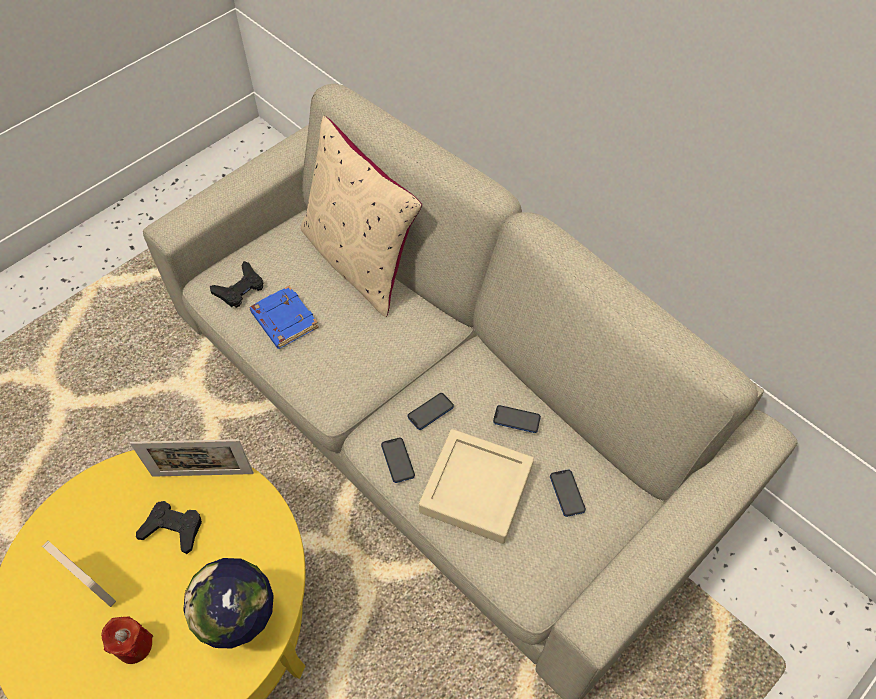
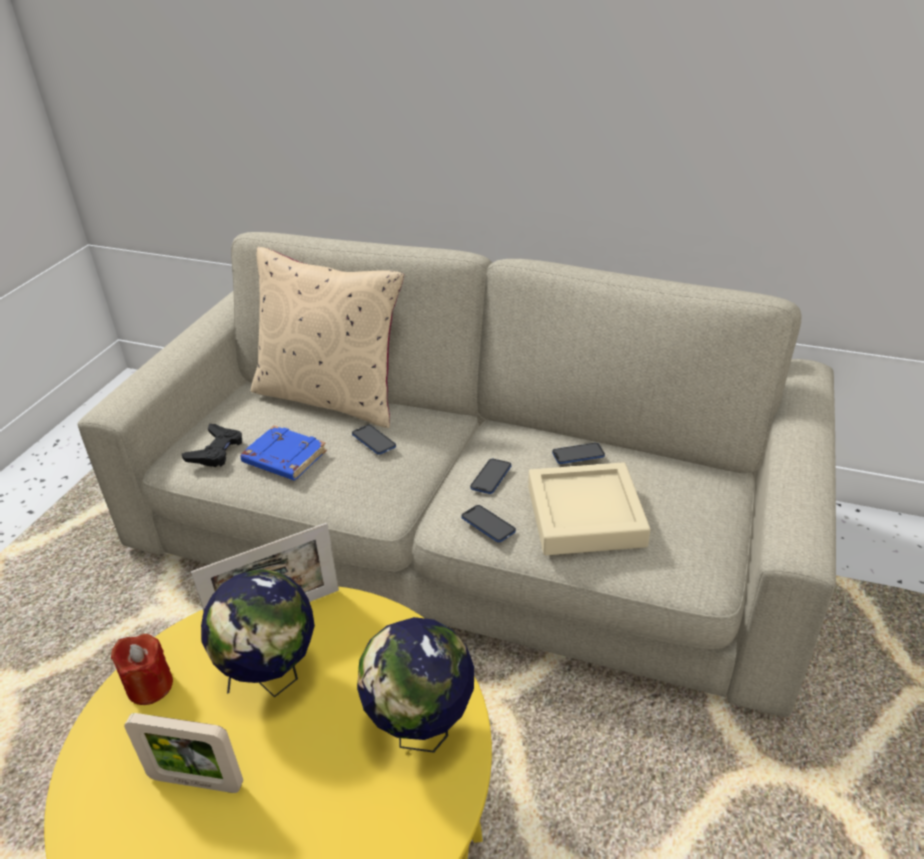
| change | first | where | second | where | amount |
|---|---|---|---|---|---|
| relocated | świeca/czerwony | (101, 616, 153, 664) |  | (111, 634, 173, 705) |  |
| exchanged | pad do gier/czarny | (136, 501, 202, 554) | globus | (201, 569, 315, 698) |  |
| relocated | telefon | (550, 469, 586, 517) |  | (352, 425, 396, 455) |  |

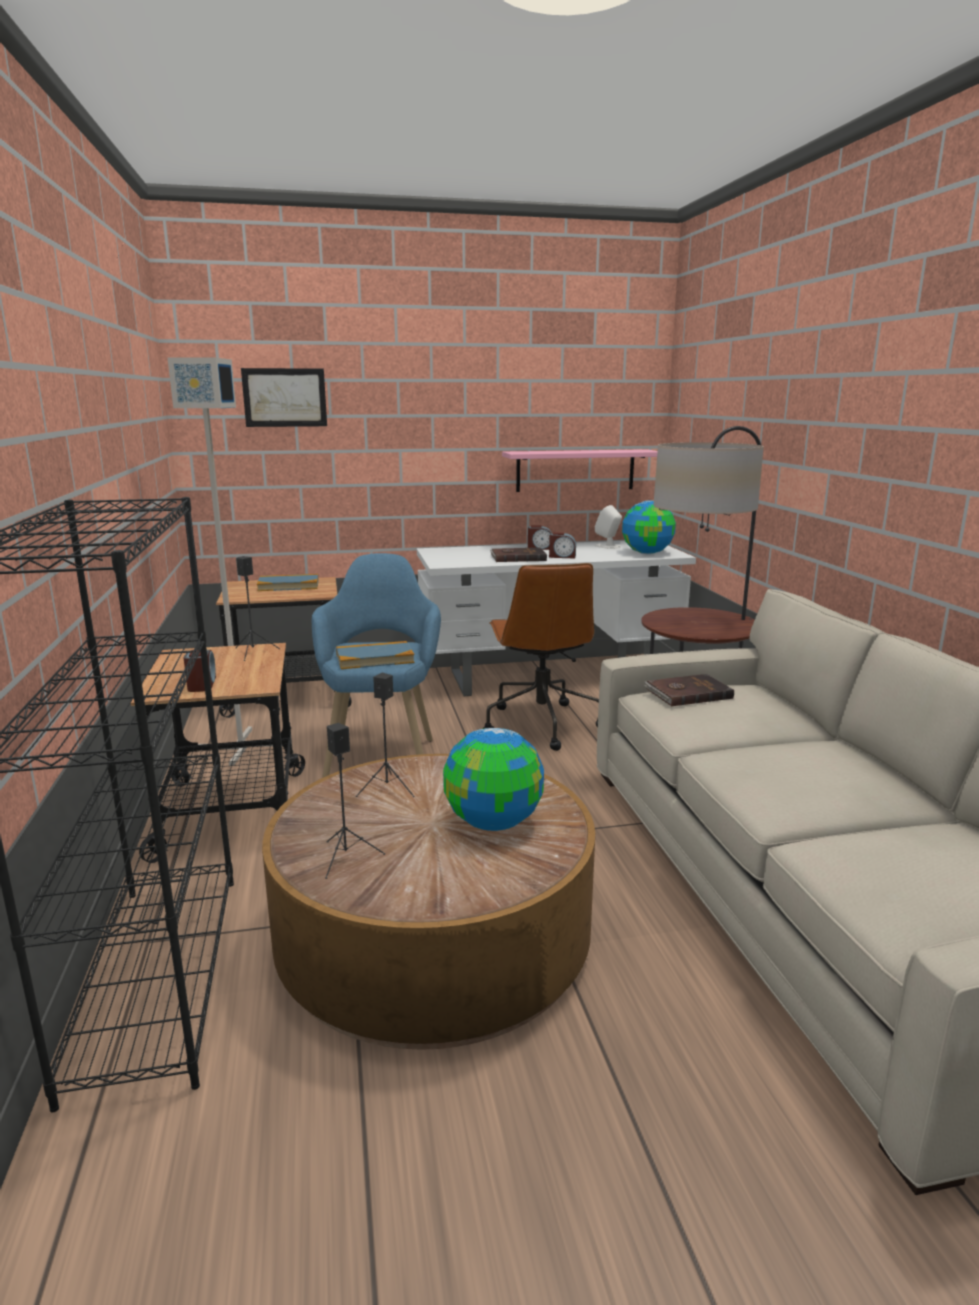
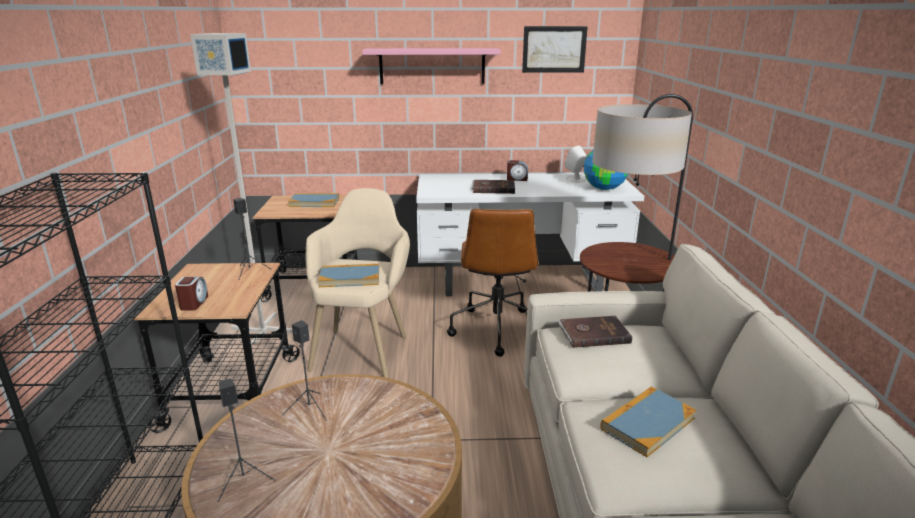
| change | first | where | second | where | amount |
|---|---|---|---|---|---|
| colour | fotel/niebieski | (312, 553, 441, 778) | fotel/beżowy | (306, 188, 410, 378) |  |
| relocated | półka/różowy | (502, 449, 658, 492) |  | (362, 48, 501, 84) |  |
| relocated | obraz | (241, 368, 327, 427) |  | (522, 26, 588, 73) |  |
| appeared |  |  | książka | (601, 387, 696, 457) |  |
| missing | globus | (443, 728, 544, 831) |  |  |  |
| missing | budzik | (549, 532, 576, 559) |  |  |  |

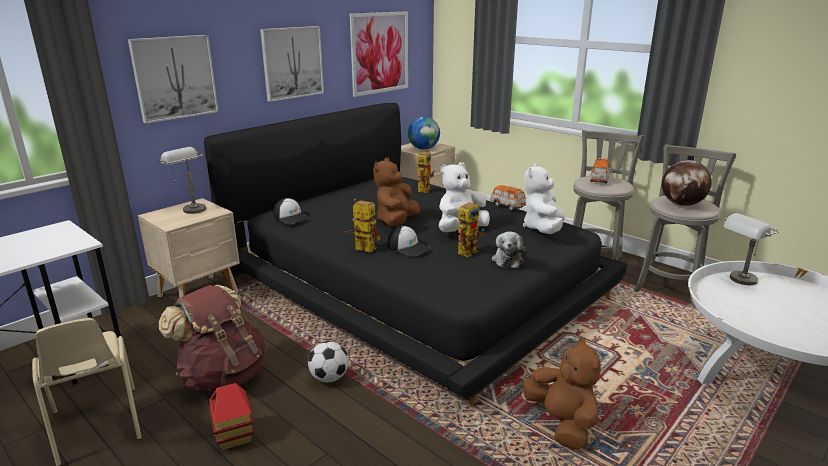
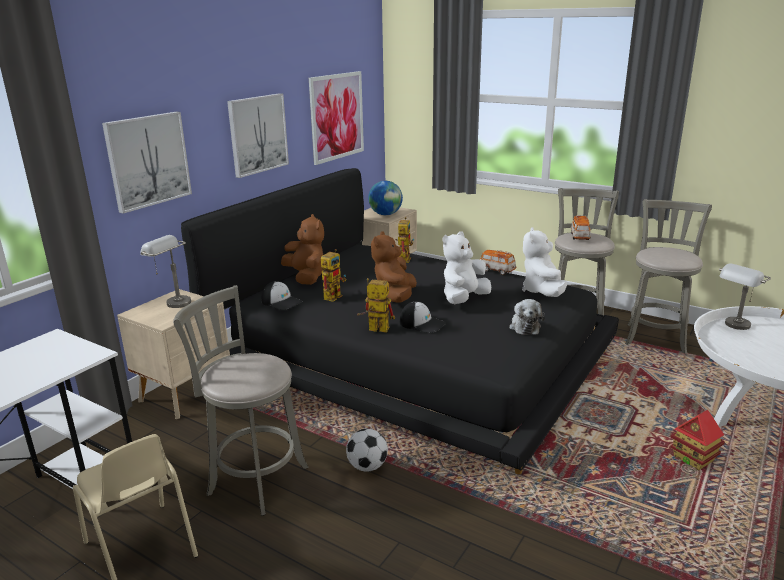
| change | first | where | second | where | amount |
|---|---|---|---|---|---|
| exchanged | plecak/brązowy | (159, 285, 265, 392) | stołek/szary | (173, 285, 309, 516) |  |
| relocated | pluszak/brązowy | (523, 337, 601, 449) |  | (281, 214, 324, 285) |  |
| relocated | robot zabawkowy | (458, 200, 484, 257) |  | (321, 249, 346, 302) |  |
| relocated | domek | (209, 383, 254, 450) |  | (670, 410, 725, 470) |  |
| missing | globus | (661, 160, 711, 206) |  |  |  |

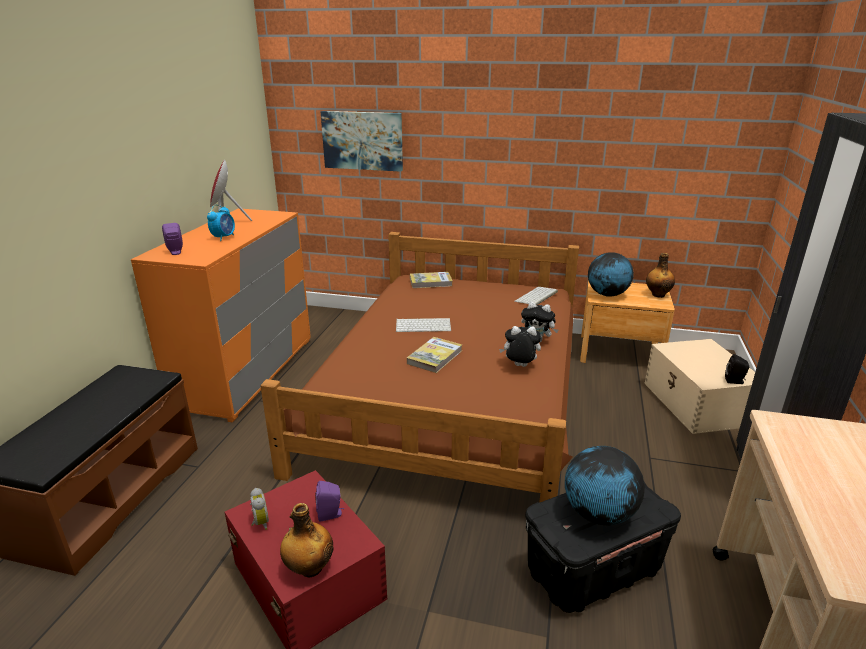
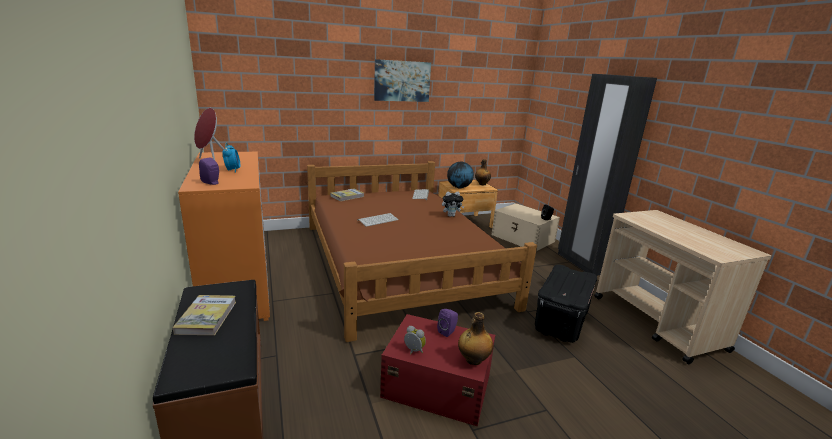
| change | first | where | second | where | amount |
|---|---|---|---|---|---|
| relocated | książka | (407, 337, 462, 373) |  | (173, 295, 236, 335) |  |
| relocated | obraz | (321, 111, 403, 172) |  | (374, 59, 431, 102) |  |
| missing | pluszak | (499, 326, 541, 367) |  |  |  |
| missing | globus | (565, 446, 645, 525) |  |  |  |

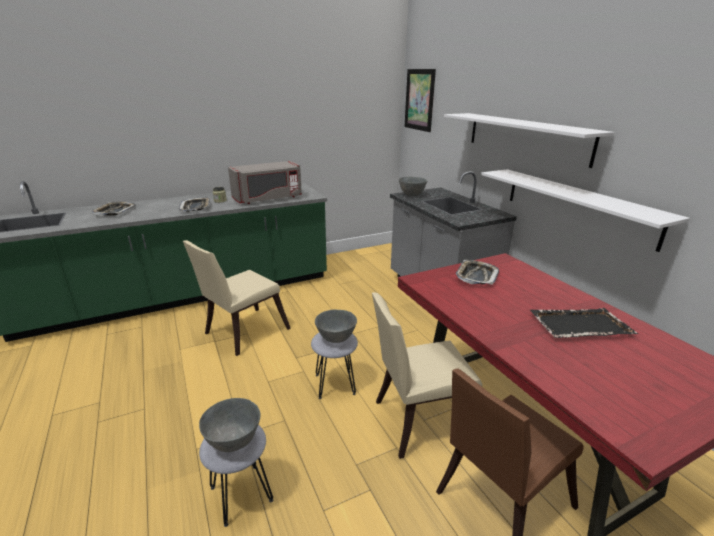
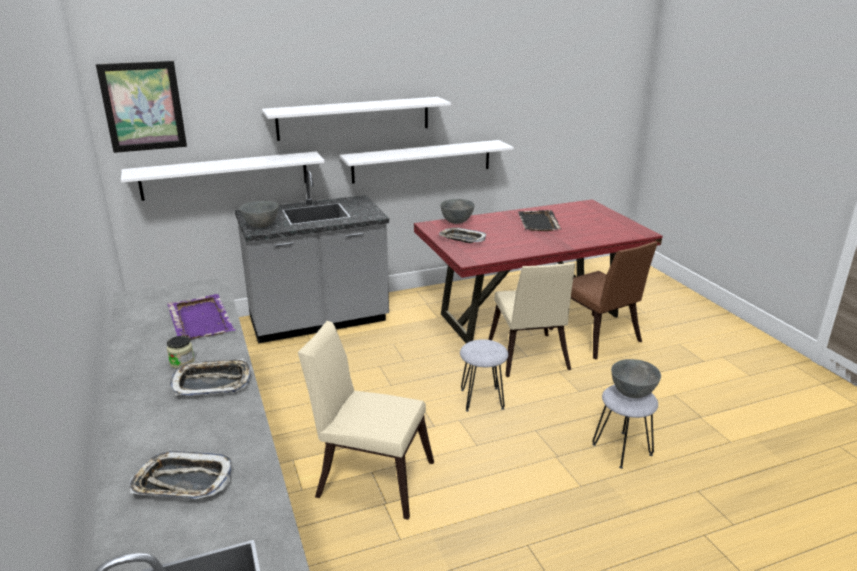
| change | first | where | second | where | amount |
|---|---|---|---|---|---|
| appeared |  |  | półka/biały | (121, 152, 325, 201) |  |
| exchanged | mikrofalówka/szary | (228, 161, 302, 204) | taca/fioletowy | (167, 294, 236, 340) |  |
| spun | krzesło/beżowy | (183, 240, 291, 356) |  | (298, 321, 434, 520) | 150 degrees clockwise |
| relocated | miska/szary | (315, 309, 357, 343) |  | (440, 199, 475, 224) |  |

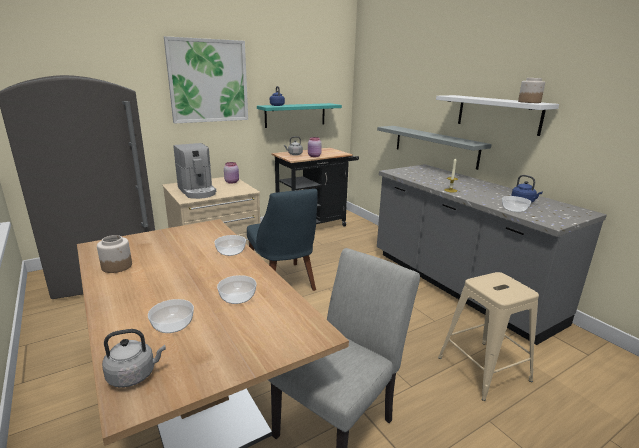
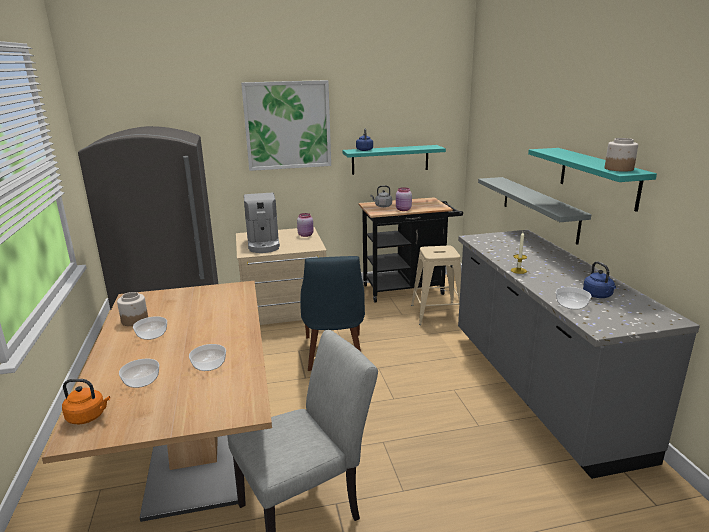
| change | first | where | second | where | amount |
|---|---|---|---|---|---|
| colour | czajnik/szary | (102, 329, 166, 388) | czajnik/pomarańczowy | (62, 379, 110, 424) |  |
| relocated | miska | (214, 235, 246, 256) |  | (133, 316, 167, 340) |  |
| relocated | stołek/beżowy | (438, 272, 539, 401) |  | (411, 246, 461, 325) |  |
| colour | półka/biały | (436, 95, 559, 136) | półka/turkusowy | (528, 148, 657, 212) |  |

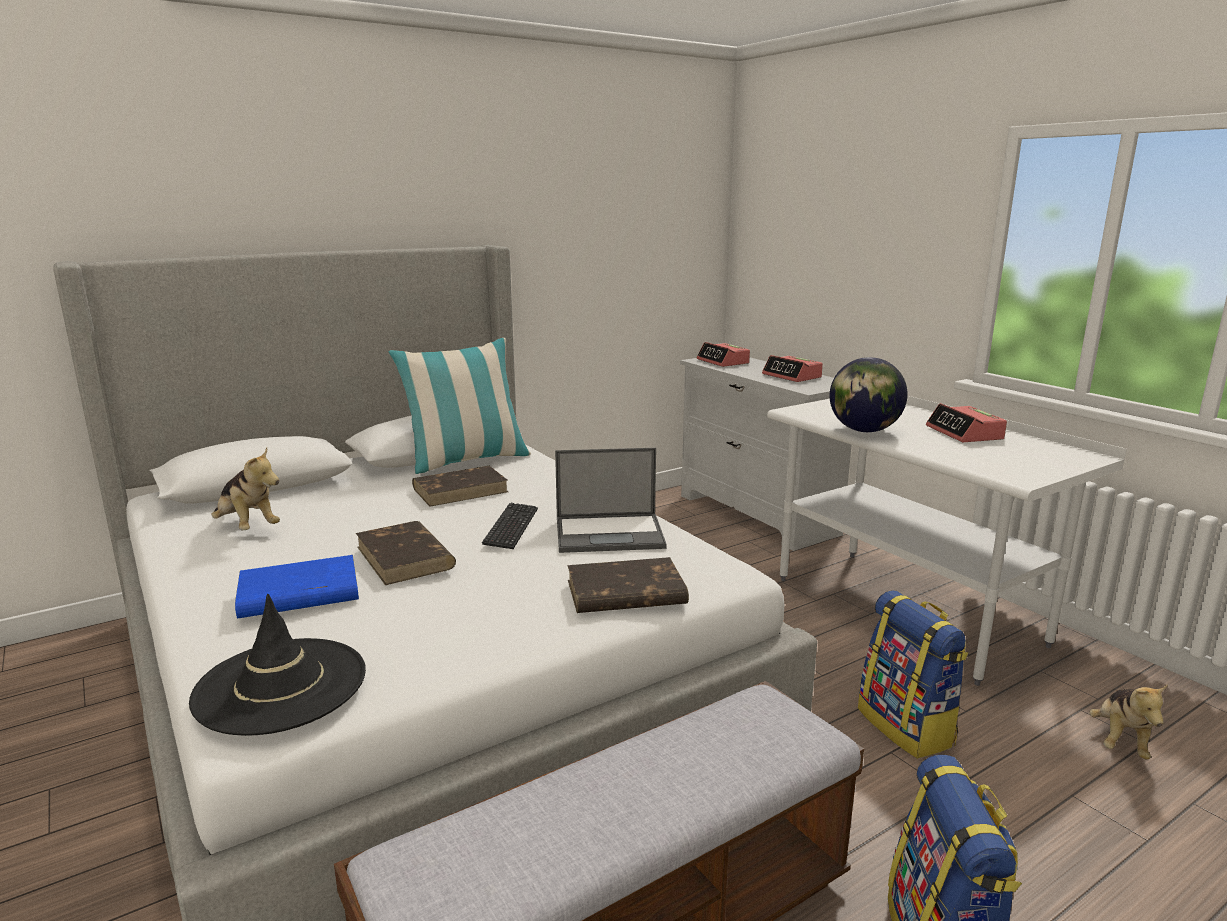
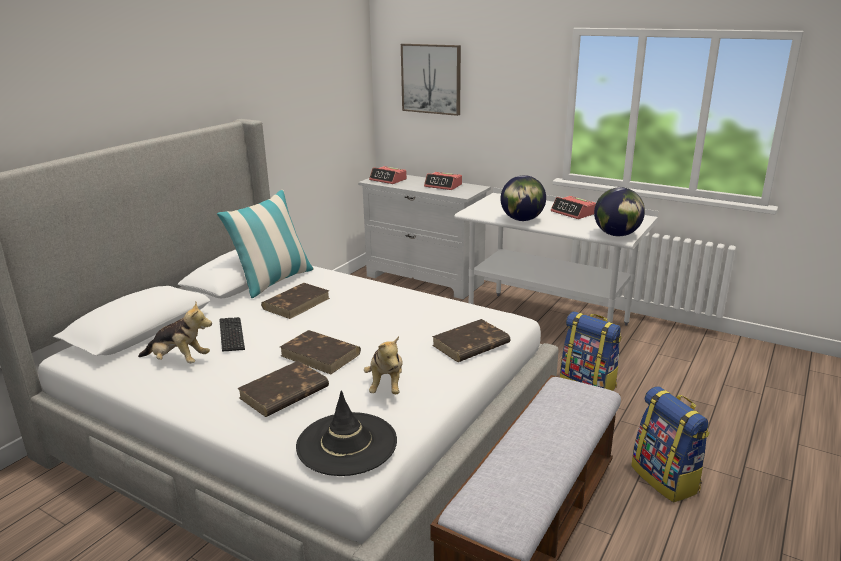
| change | first | where | second | where | amount |
|---|---|---|---|---|---|
| relocated | klawiatura | (482, 503, 538, 549) |  | (219, 317, 245, 352) |  |
| colour | książka/niebieski | (235, 555, 359, 618) | książka/brązowy | (237, 361, 329, 417) |  |
| relocated | pluszak | (1089, 684, 1168, 759) |  | (364, 336, 403, 394) |  |
| appeared |  |  | obraz | (401, 44, 461, 116) |  |
| appeared |  |  | globus | (594, 187, 645, 236) |  |
| missing | laptop | (555, 448, 666, 553) |  |  |  |

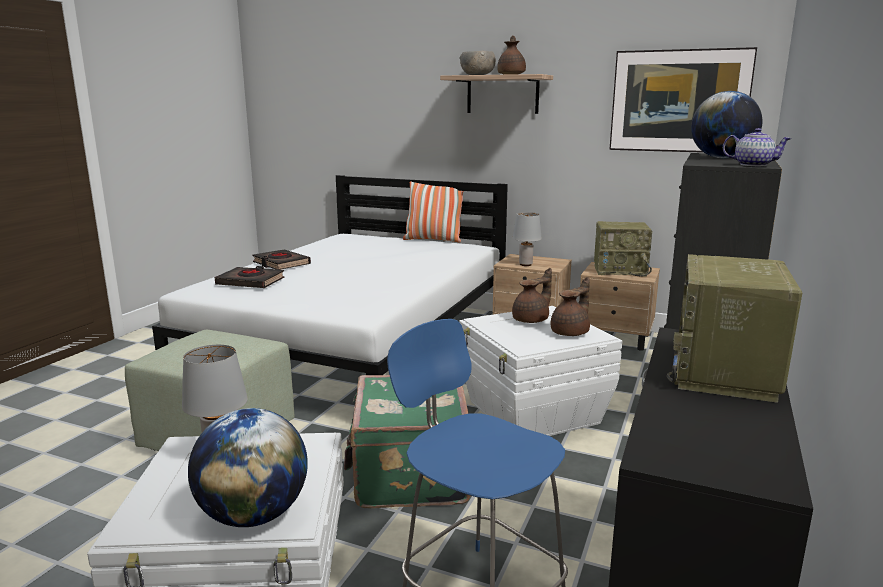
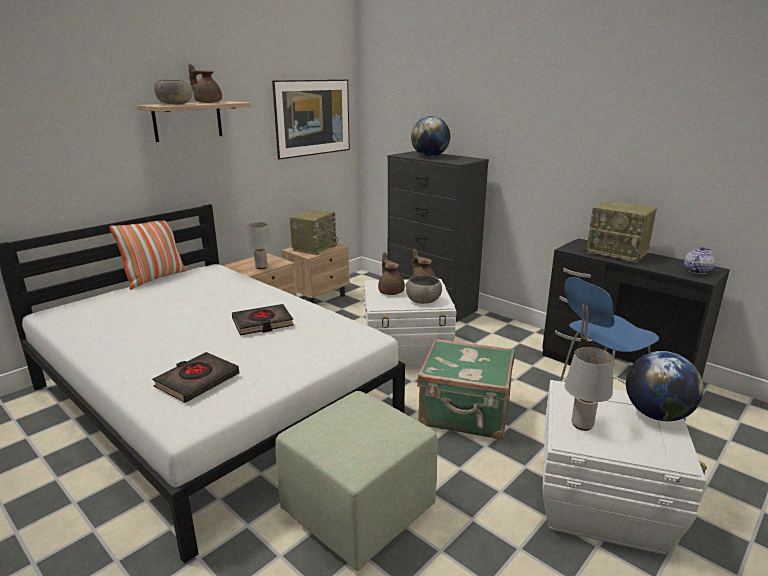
| change | first | where | second | where | amount |
|---|---|---|---|---|---|
| relocated | książka/czarny | (252, 249, 311, 270) |  | (232, 304, 294, 336) |  |
| appeared |  |  | miska/szary | (405, 275, 442, 304) |  |
| relocated | imbryk | (723, 128, 792, 166) |  | (684, 247, 715, 274) |  |

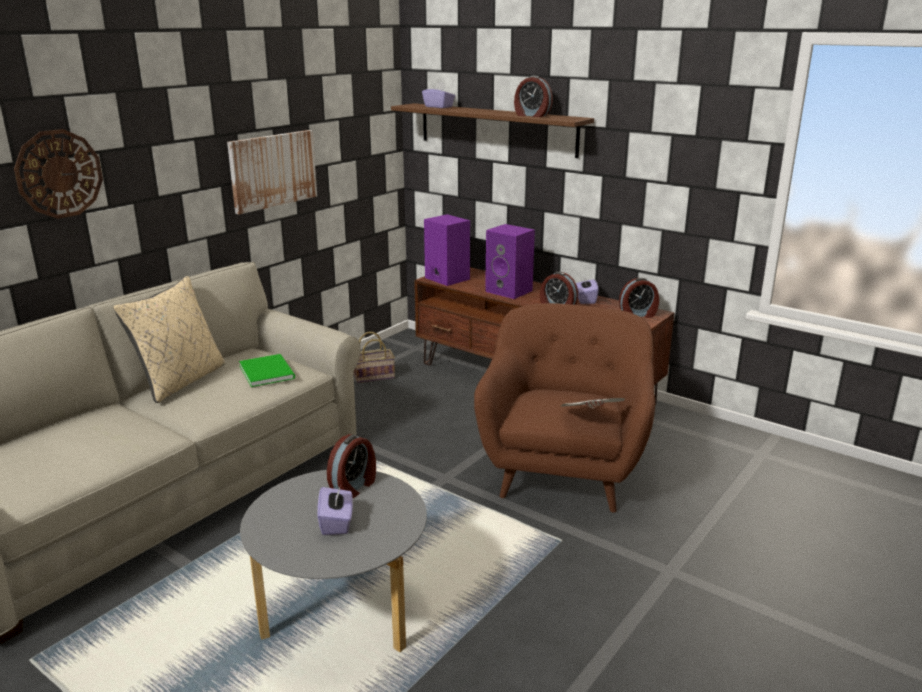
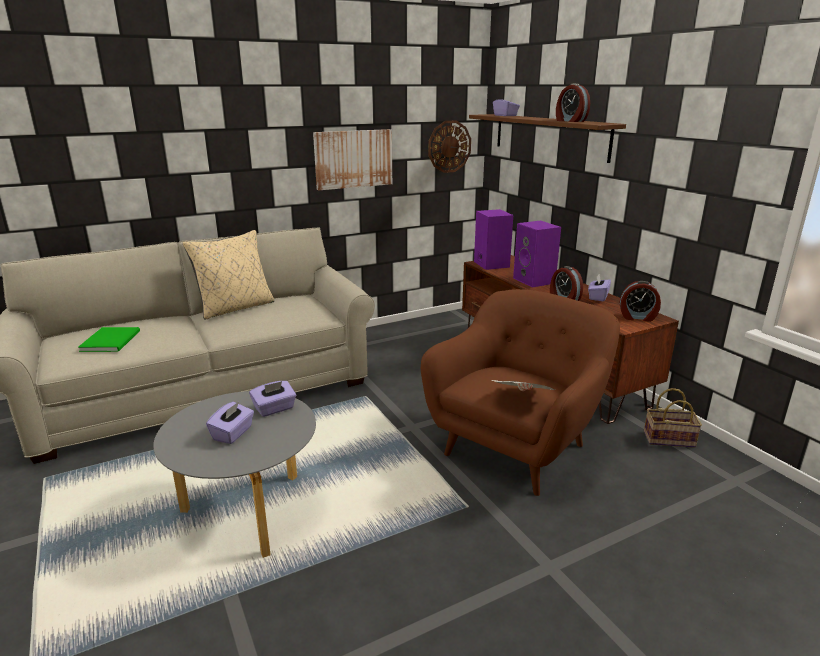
| change | first | where | second | where | amount |
|---|---|---|---|---|---|
| relocated | książka/zielony | (239, 354, 295, 387) |  | (78, 327, 140, 352) |  |
| exchanged | budzik | (327, 434, 376, 498) | pudełko chusteczek/fioletowy | (249, 381, 296, 417) |  |
| relocated | zegar ścienny | (14, 129, 103, 219) |  | (428, 120, 471, 173) |  |
| relocated | koszyk | (353, 332, 395, 383) |  | (644, 388, 702, 448) |  |

